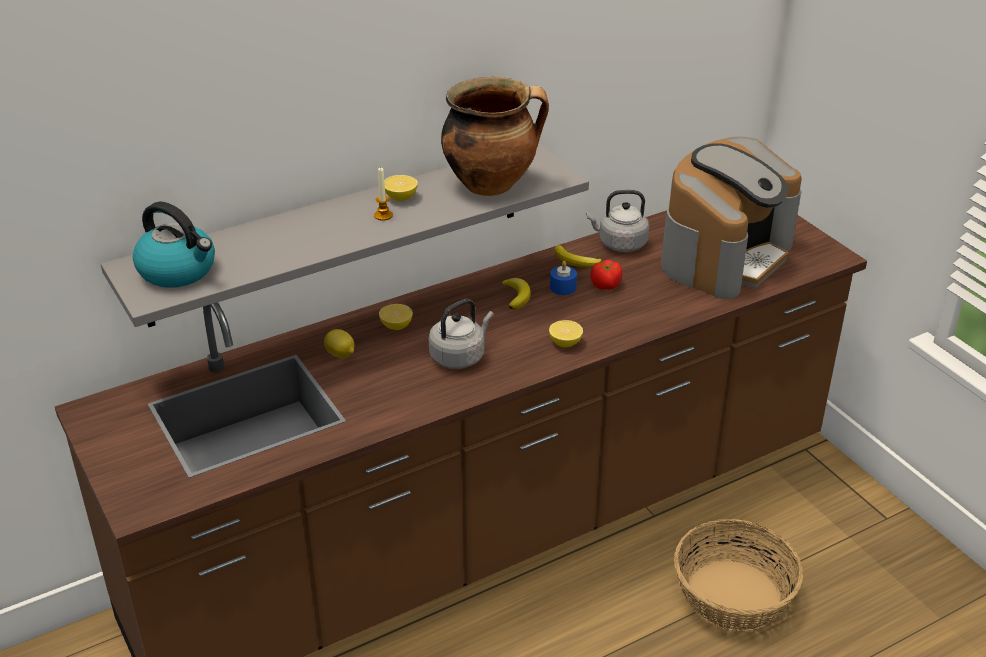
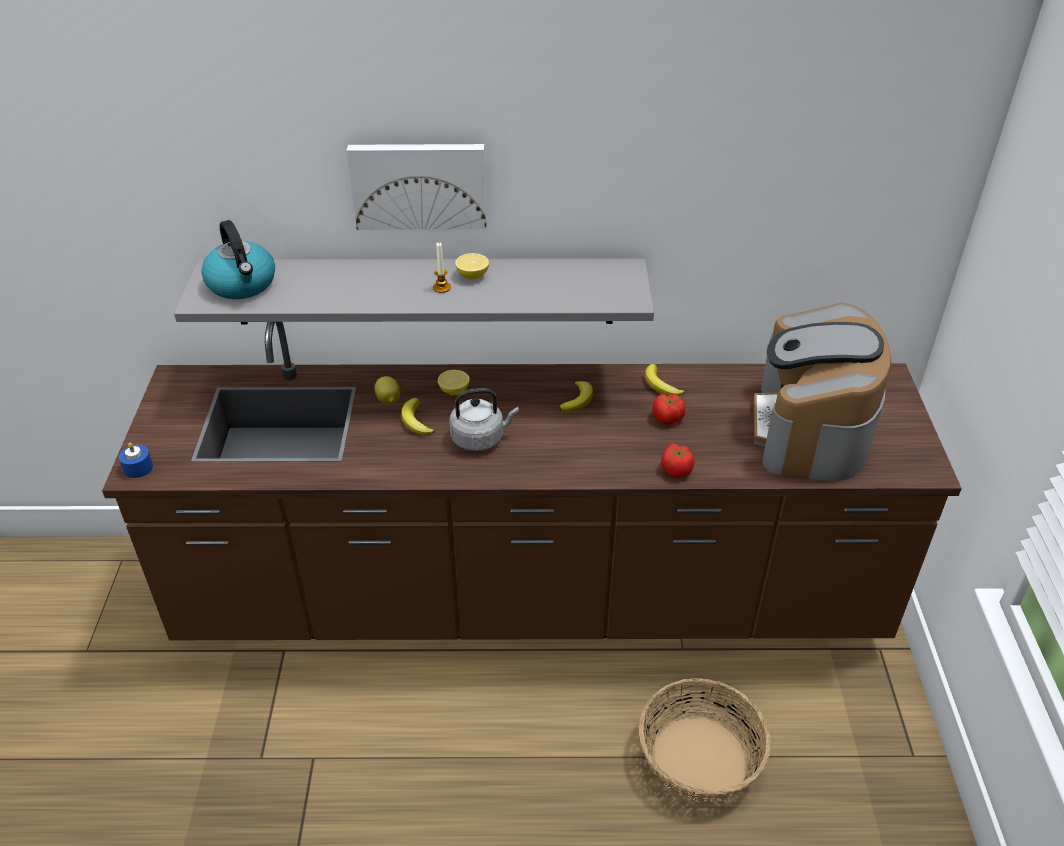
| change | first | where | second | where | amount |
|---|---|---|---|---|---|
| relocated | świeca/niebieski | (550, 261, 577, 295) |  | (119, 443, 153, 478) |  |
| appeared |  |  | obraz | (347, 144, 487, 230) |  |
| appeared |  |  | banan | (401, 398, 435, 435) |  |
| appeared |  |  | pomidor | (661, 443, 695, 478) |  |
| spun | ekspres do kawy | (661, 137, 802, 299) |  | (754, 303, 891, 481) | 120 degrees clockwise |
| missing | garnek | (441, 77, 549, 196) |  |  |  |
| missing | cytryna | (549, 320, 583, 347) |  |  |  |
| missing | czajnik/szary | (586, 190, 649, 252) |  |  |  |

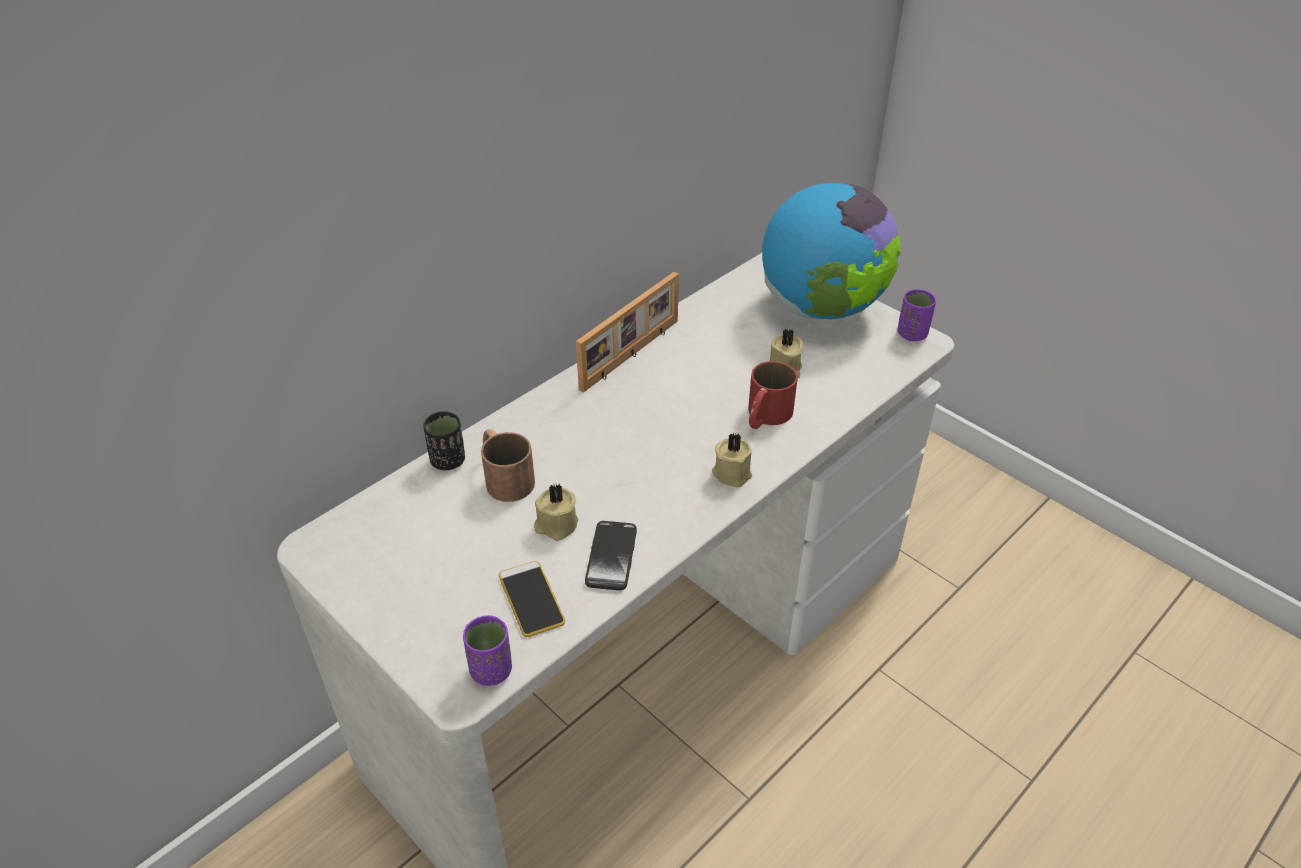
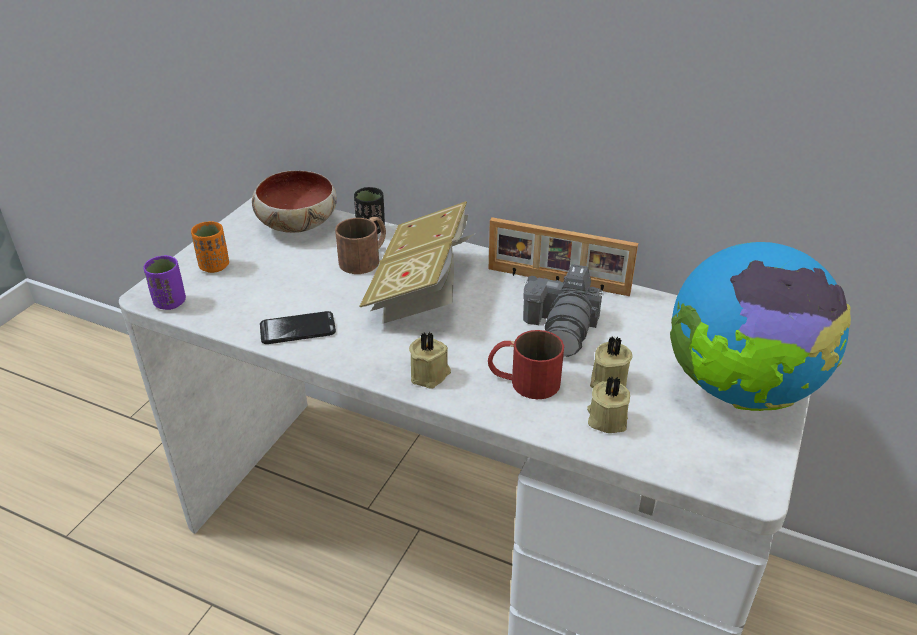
| change | first | where | second | where | amount |
|---|---|---|---|---|---|
| appeared |  |  | filiżanka/pomarańczowy | (191, 221, 229, 273) |  |
| appeared |  |  | miska | (252, 171, 337, 233) |  |
| appeared |  |  | książka | (359, 201, 474, 324) |  |
| appeared |  |  | aparat fotograficzny | (523, 264, 604, 357) |  |
| relocated | świeca/beżowy | (534, 483, 578, 541) |  | (587, 376, 630, 433) |  |
| missing | telefon | (499, 561, 565, 637) |  |  |  |
| missing | filiżanka/fioletowy | (897, 289, 936, 341) |  |  |  |

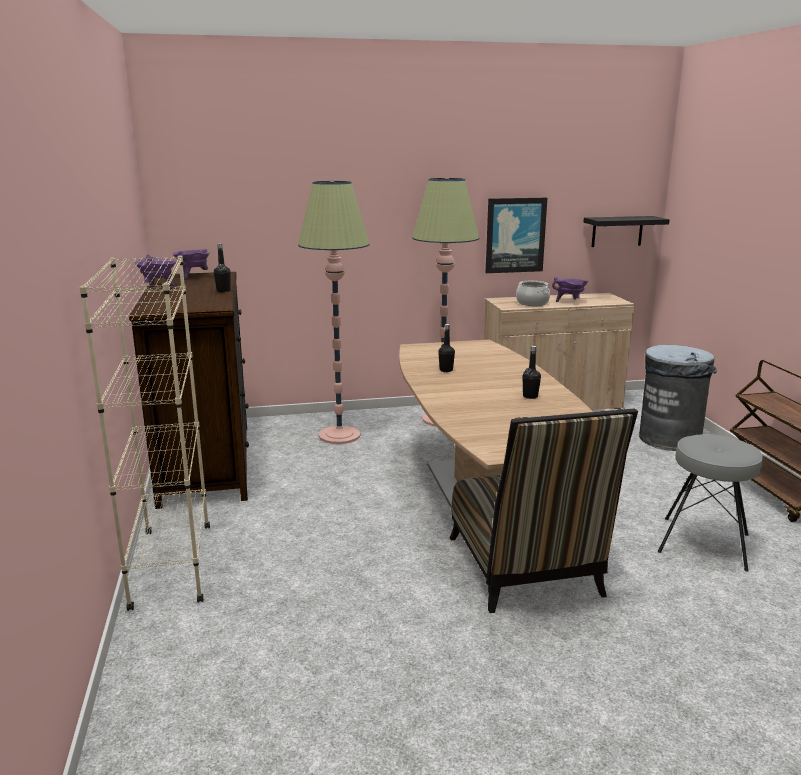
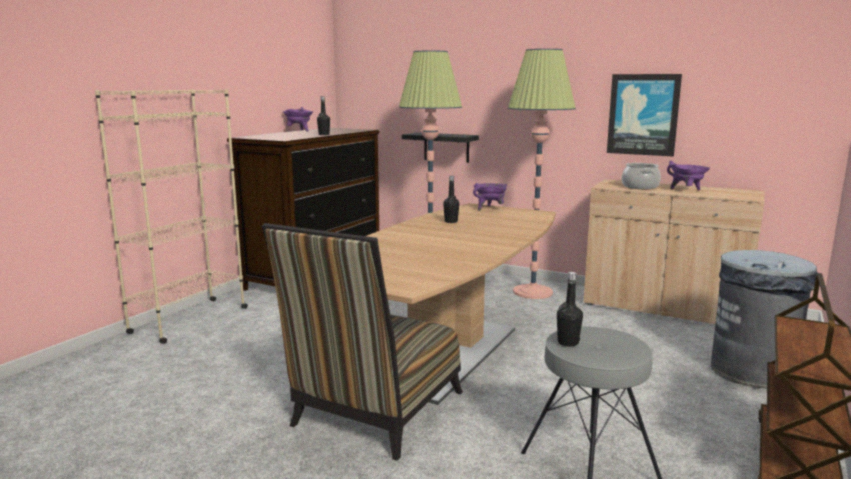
| change | first | where | second | where | amount |
|---|---|---|---|---|---|
| relocated | półka/czarny | (583, 216, 670, 247) |  | (402, 133, 479, 163) |  |
| relocated | garnek/fioletowy | (172, 249, 209, 280) |  | (473, 183, 508, 211) |  |
| relocated | butelka/czarny | (522, 346, 541, 399) |  | (557, 272, 583, 347) |  |

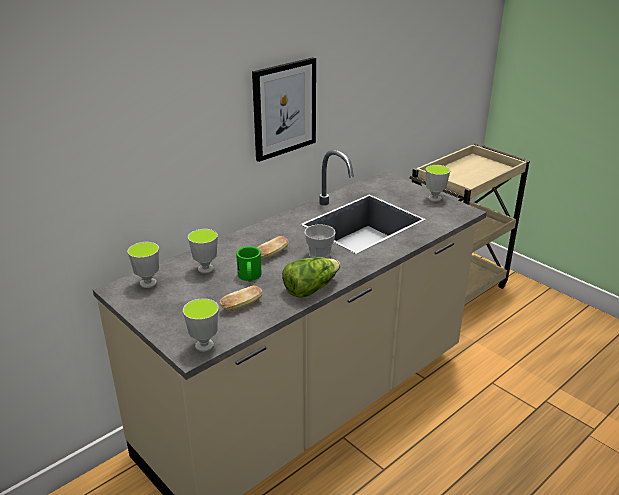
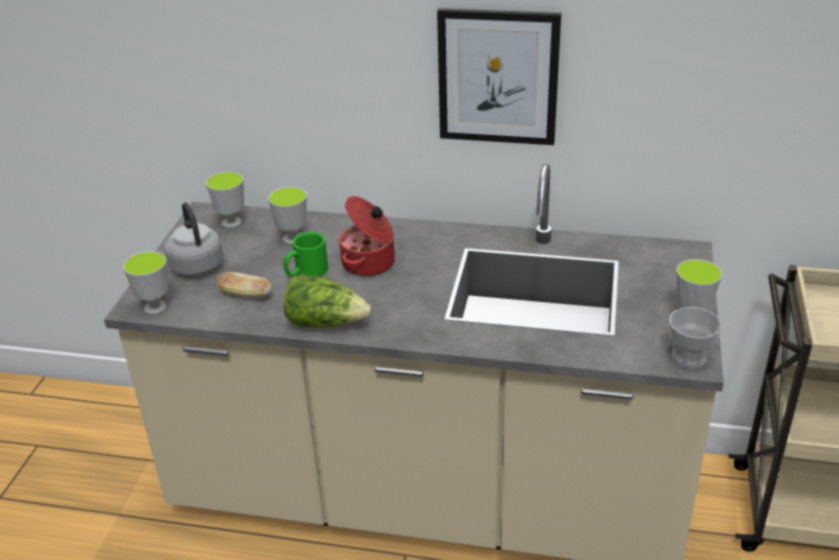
| change | first | where | second | where | amount |
|---|---|---|---|---|---|
| appeared |  |  | czajnik/szary | (164, 202, 224, 277) |  |
| exchanged | chleb | (258, 236, 289, 259) | garnek | (339, 196, 395, 277) |  |
| relocated | filiżanka | (304, 224, 336, 258) |  | (669, 307, 722, 368) |  |

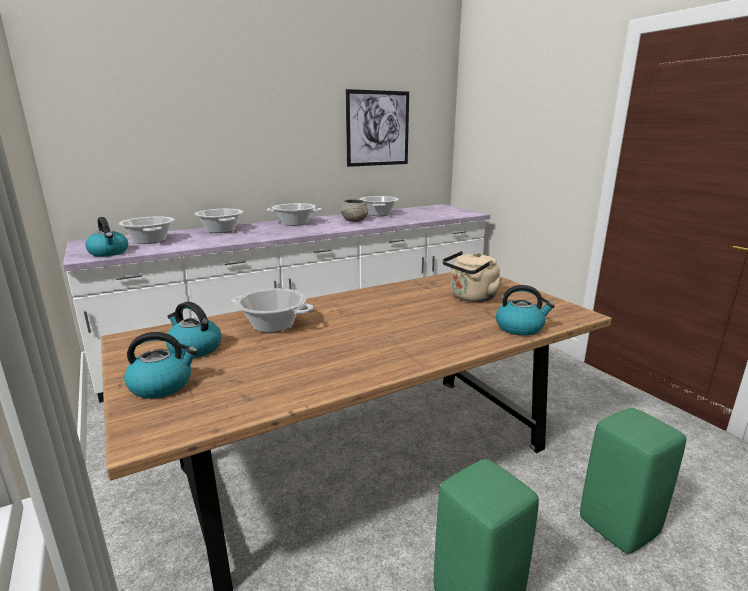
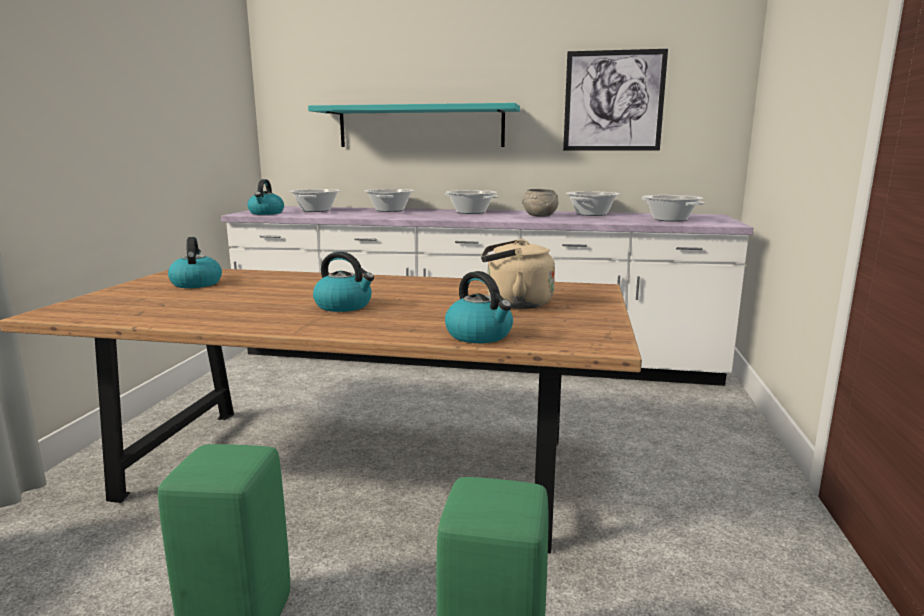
| change | first | where | second | where | amount |
|---|---|---|---|---|---|
| appeared |  |  | półka/turkusowy | (308, 103, 520, 147) |  |
| relocated | czajnik | (124, 332, 198, 398) |  | (313, 252, 374, 312) |  |
| relocated | garnek | (232, 288, 313, 332) |  | (642, 195, 705, 222) |  |

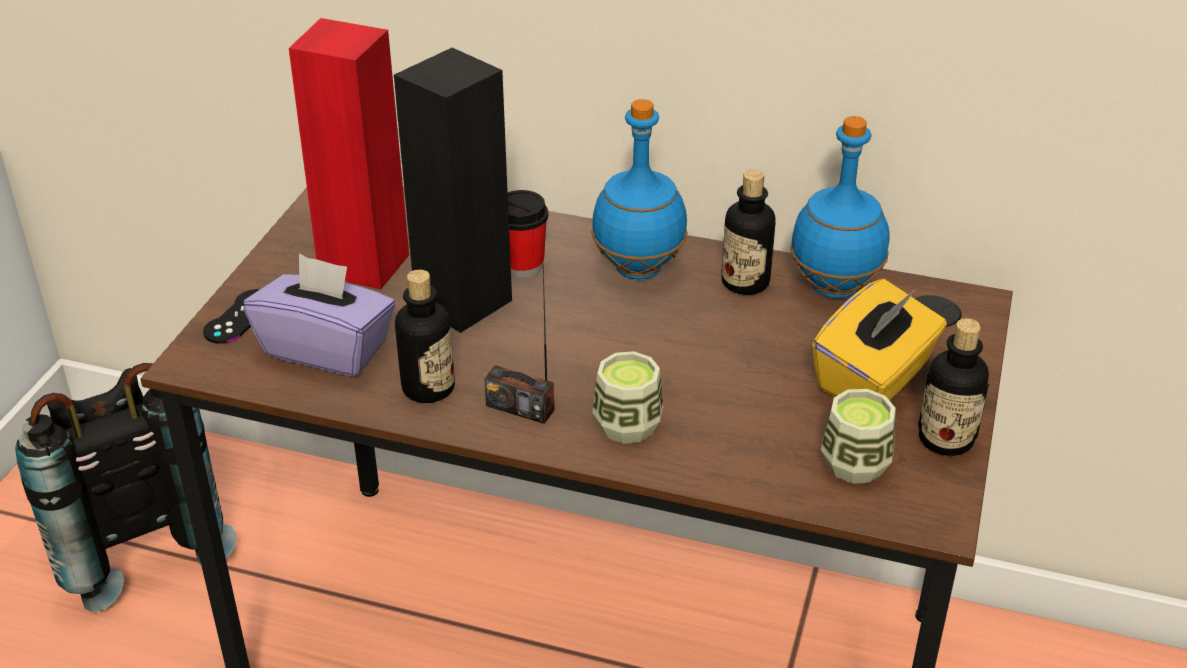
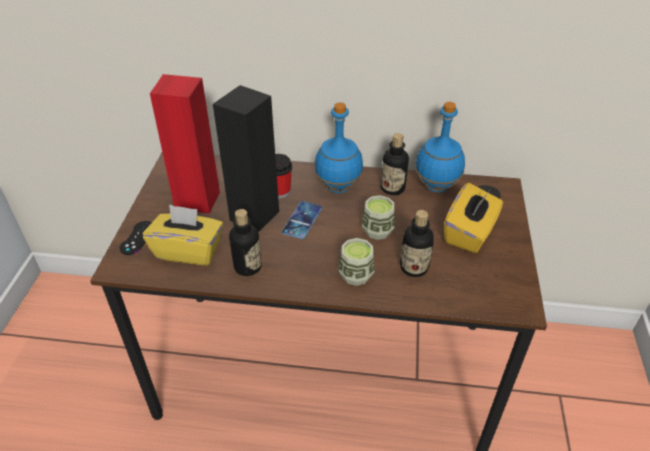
| change | first | where | second | where | amount |
|---|---|---|---|---|---|
| colour | pudełko chusteczek/fioletowy | (243, 254, 395, 377) | pudełko chusteczek/żółty | (143, 204, 224, 265) |  |
| appeared |  |  | telefon | (282, 201, 322, 239) |  |
| relocated | filiżanka | (821, 389, 896, 484) |  | (362, 195, 395, 240) |  |
| relocated | butelka | (918, 318, 989, 456) |  | (400, 210, 434, 277) |  |
| missing | plecak/czarny | (15, 363, 237, 612) |  |  |  |
| missing | radio | (484, 266, 554, 424) |  |  |  |

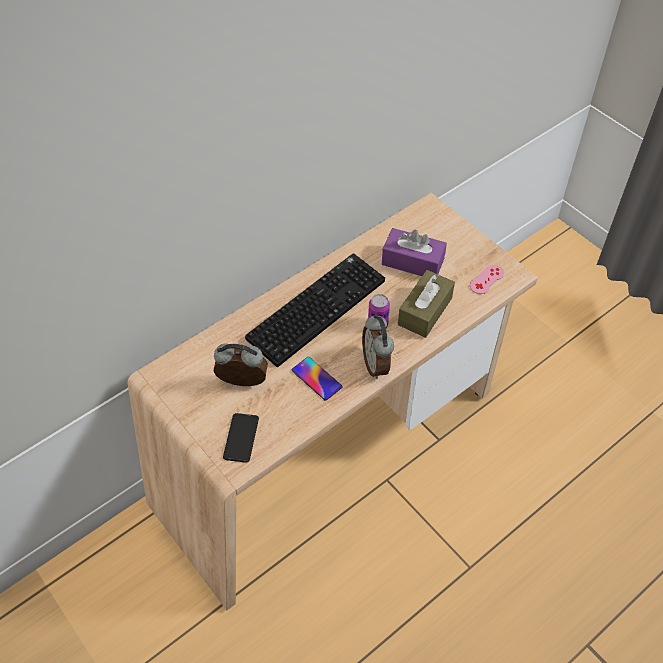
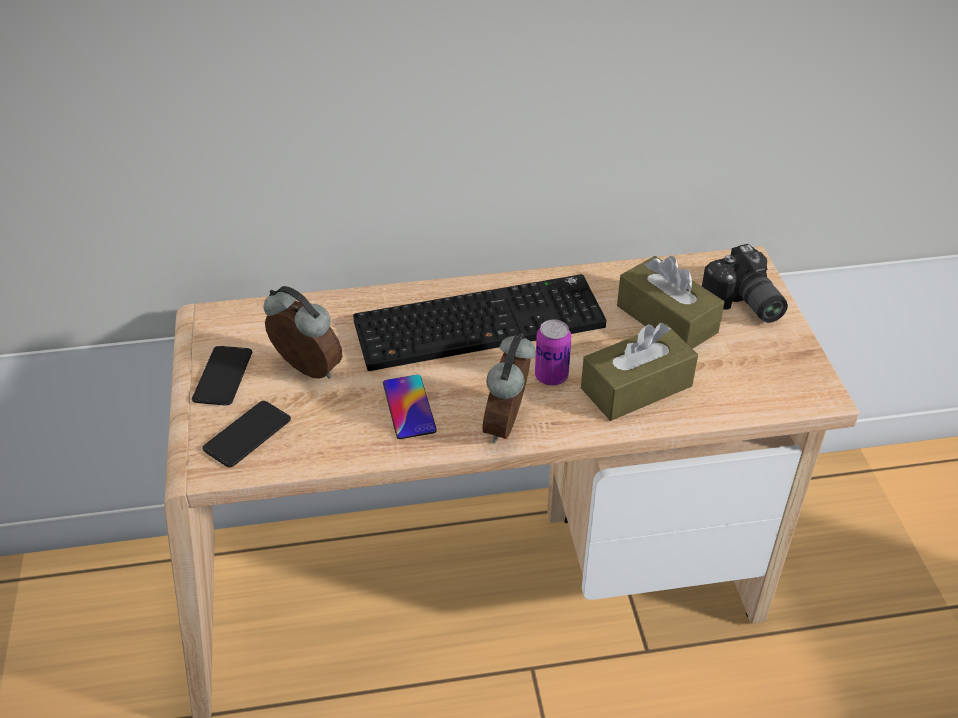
| change | first | where | second | where | amount |
|---|---|---|---|---|---|
| appeared |  |  | telefon | (192, 346, 252, 406) |  |
| colour | pudełko chusteczek/fioletowy | (382, 228, 447, 276) | pudełko chusteczek/brązowy | (617, 256, 724, 349) |  |
| appeared |  |  | aparat fotograficzny | (702, 244, 788, 323) |  |
| missing | pad do gier/różowy | (470, 265, 504, 294) |  |  |  |

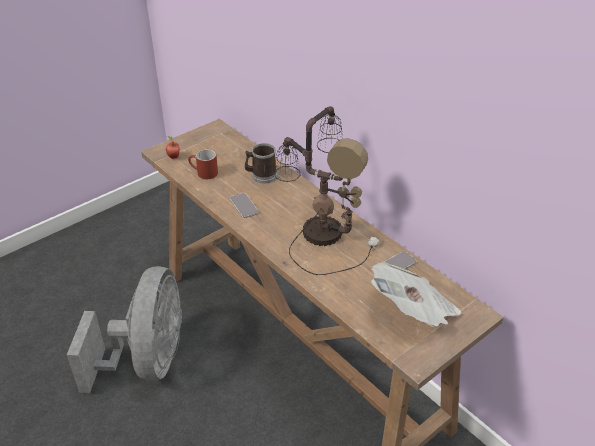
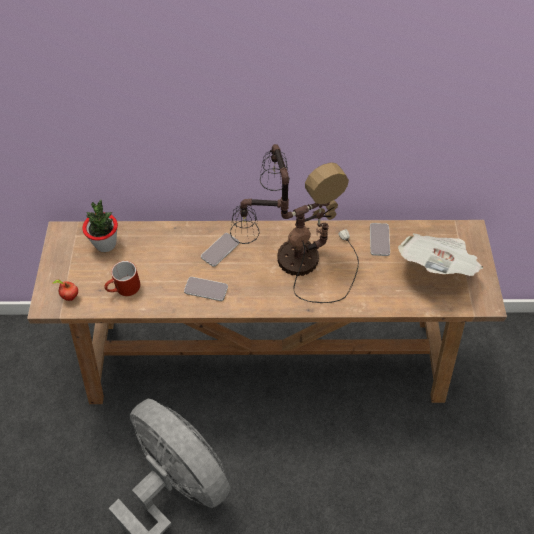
| change | first | where | second | where | amount |
|---|---|---|---|---|---|
| appeared |  |  | roślina doniczkowa | (82, 200, 118, 252) |  |
| appeared |  |  | telefon | (201, 233, 239, 267) |  |
| missing | kubek | (245, 143, 277, 183) |  |  |  |

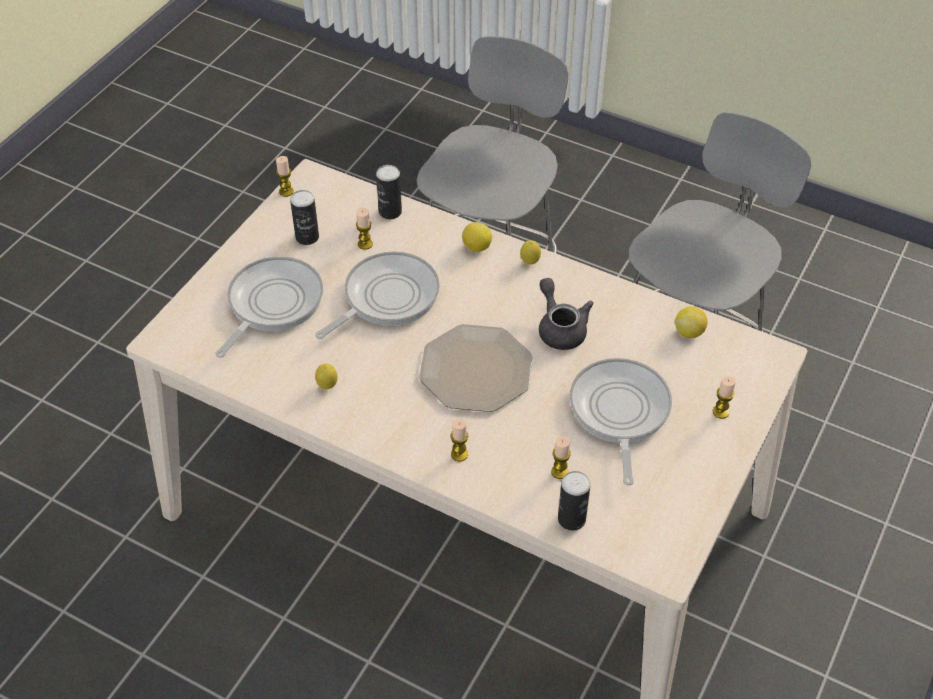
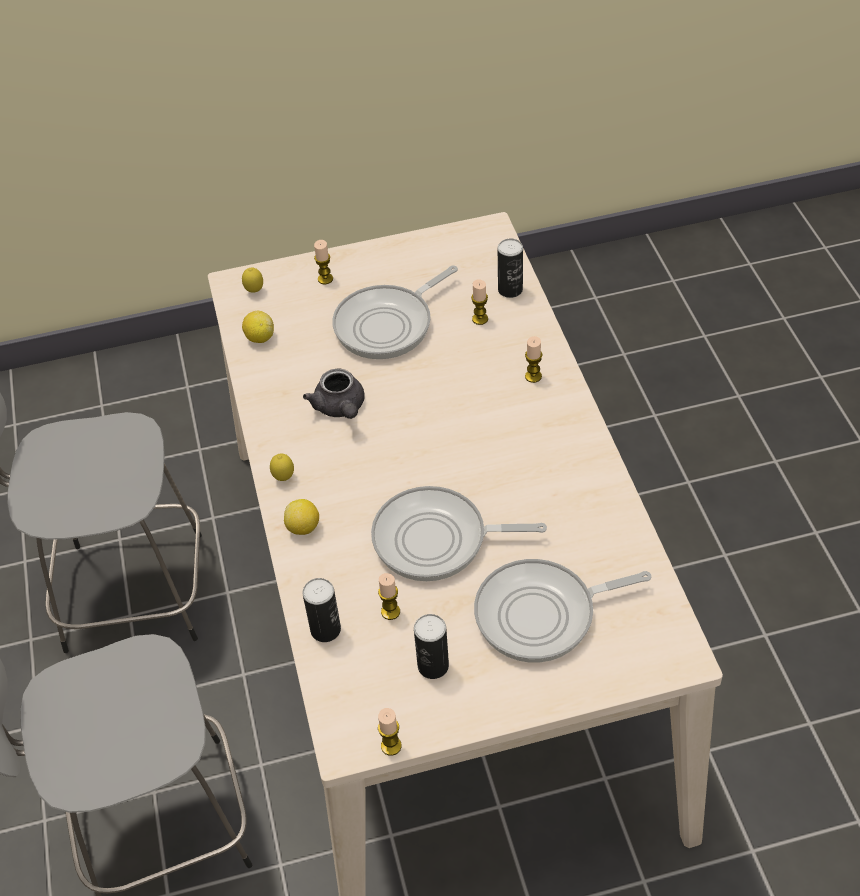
| change | first | where | second | where | amount |
|---|---|---|---|---|---|
| relocated | cytryna | (315, 364, 338, 389) |  | (242, 268, 263, 293) |  |
| spun | imbryk/szary | (539, 278, 594, 350) |  | (303, 369, 364, 419) | 45 degrees counterclockwise |
| missing | talerz | (419, 324, 533, 412) |  |  |  |

